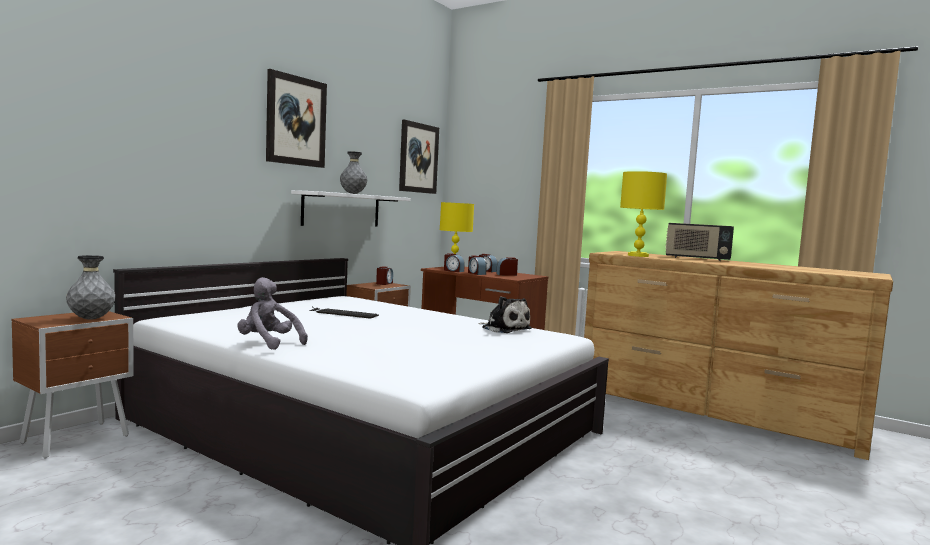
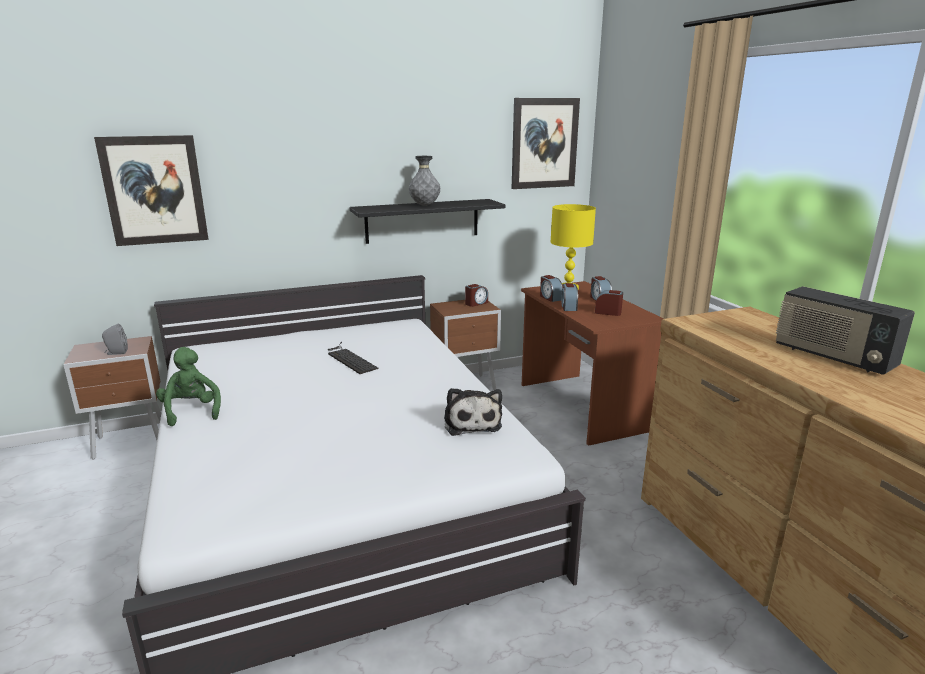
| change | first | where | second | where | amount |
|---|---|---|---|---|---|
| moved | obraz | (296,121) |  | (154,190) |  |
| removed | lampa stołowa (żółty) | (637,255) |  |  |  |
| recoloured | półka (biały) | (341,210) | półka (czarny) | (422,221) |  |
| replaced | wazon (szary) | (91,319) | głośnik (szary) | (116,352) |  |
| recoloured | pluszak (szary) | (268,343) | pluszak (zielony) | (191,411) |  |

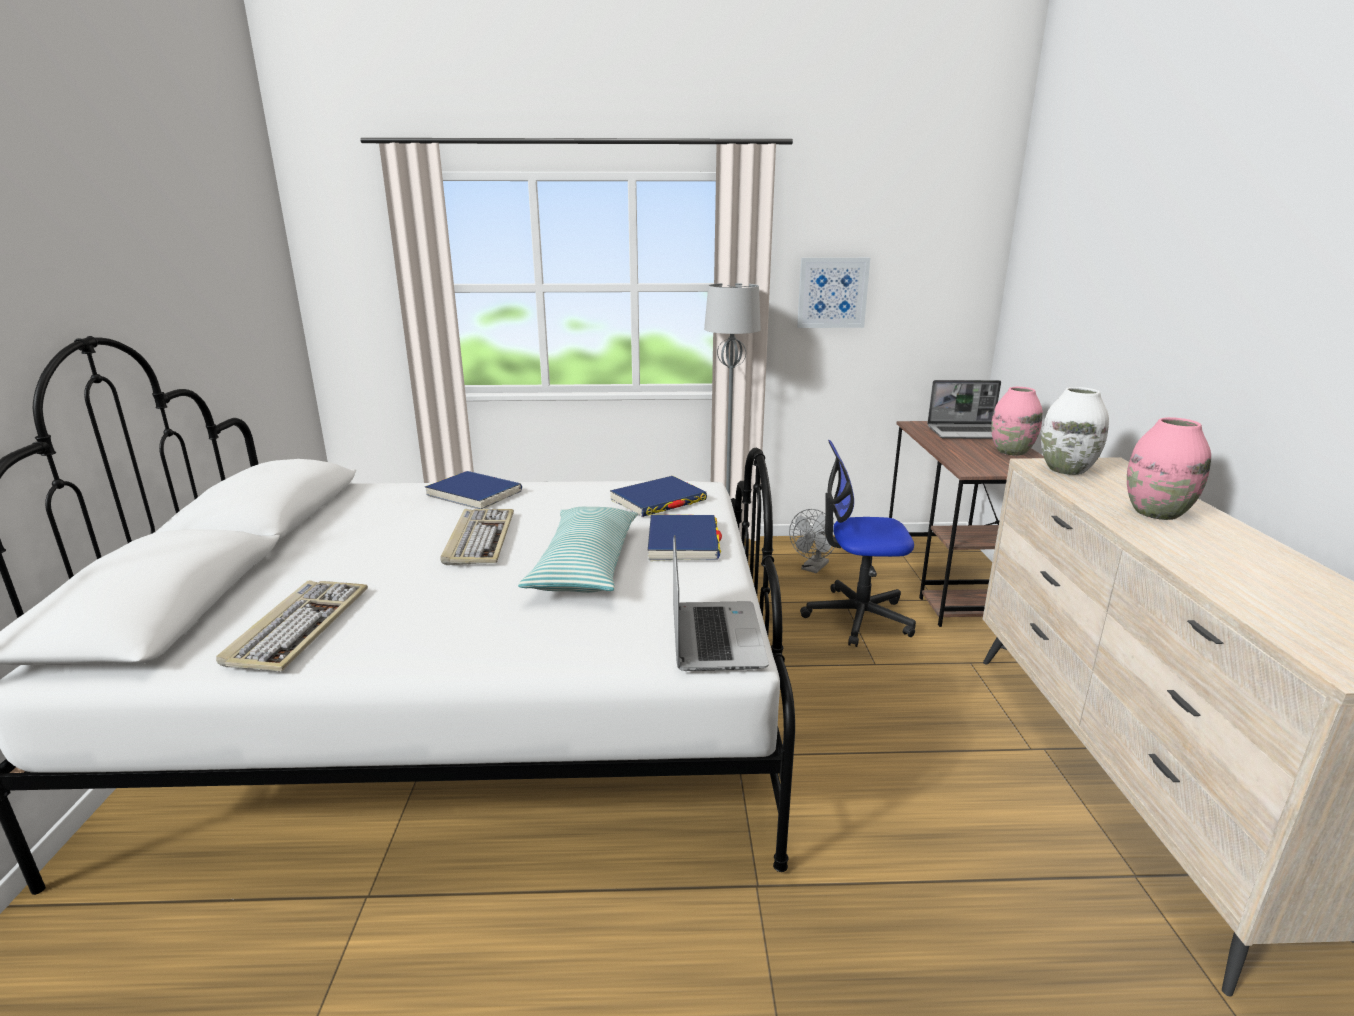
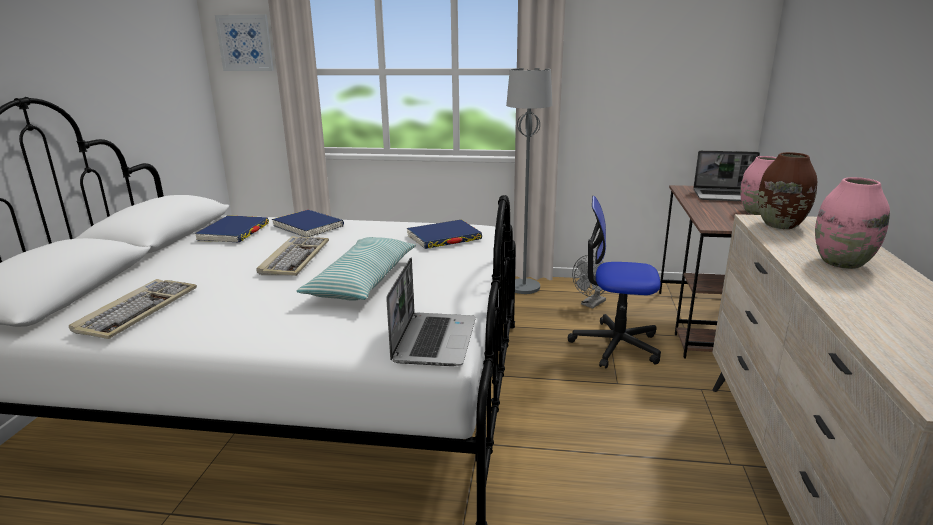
| change | first | where | second | where | amount |
|---|---|---|---|---|---|
| moved | obraz | (832,292) |  | (245,43) |  |
| recoloured | wazon (biały) | (1065,469) | wazon (brązowy) | (779,224) |  |
| moved | książka (niebieski) | (683,542) |  | (234,232) |  |

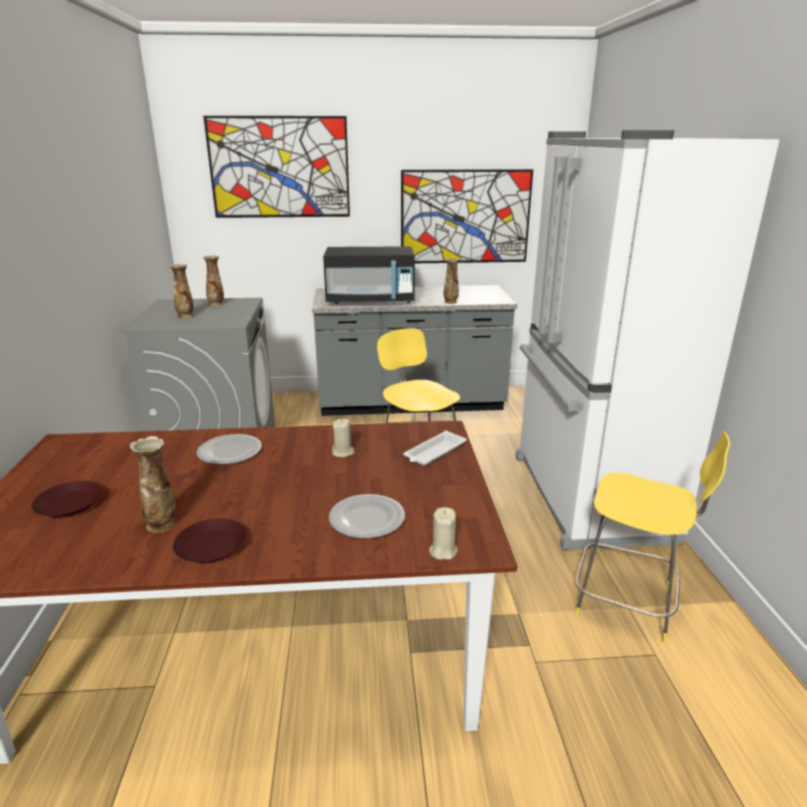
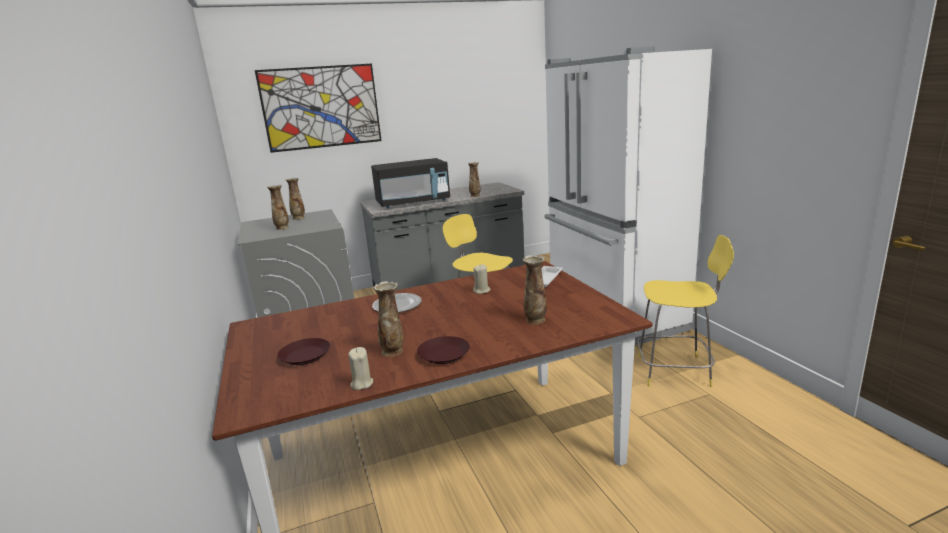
| change | first | where | second | where | amount |
|---|---|---|---|---|---|
| removed | obraz | (465,217) |  |  |  |
| replaced | talerz | (366,519) | wazon | (535,320) |  |
| moved | świeca (beżowy) | (443,551) |  | (361,384) |  |

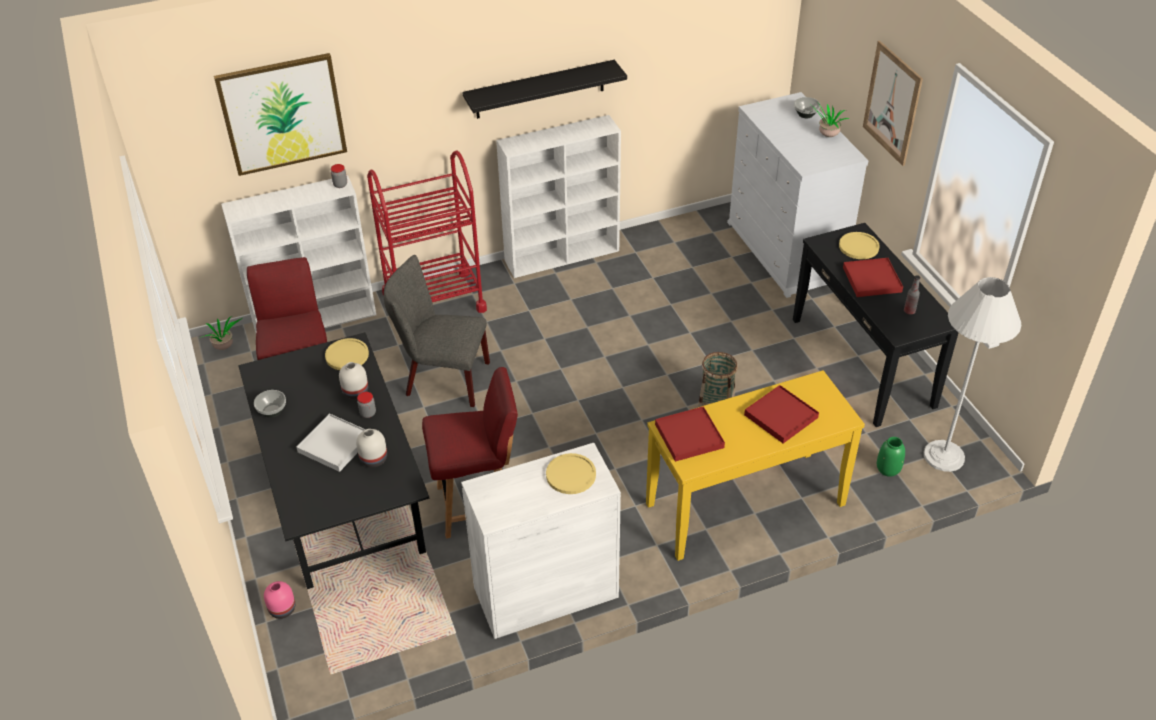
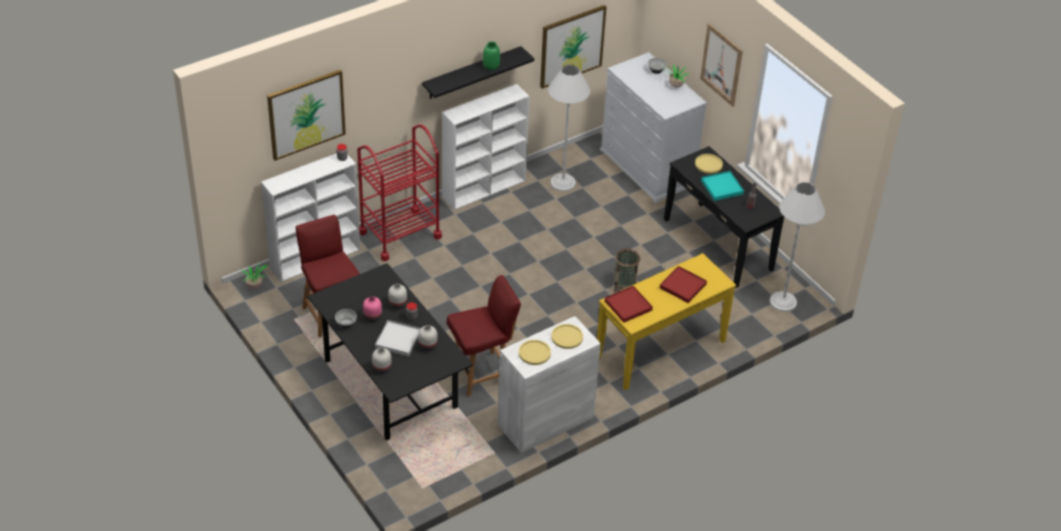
| change | first | where | second | where | amount |
|---|---|---|---|---|---|
| removed | krzesło (szary) | (441,379) |  |  |  |
| recoloured | taca (czerwony) | (872,279) | taca (turkusowy) | (722,187) |  |
| moved | talerz (żółty) | (347,355) |  | (534,353) |  |
| moved | wazon (zielony) | (888,469) |  | (491,66) |  |
| moved | wazon (różowy) | (283,610) |  | (373,317) |  |
| added |  |  | obraz | (572,46) |  |
| added |  |  | lampa stojąca (biały) | (563,183) |  |
| added |  |  | wazon (biały) | (382,368) |  |

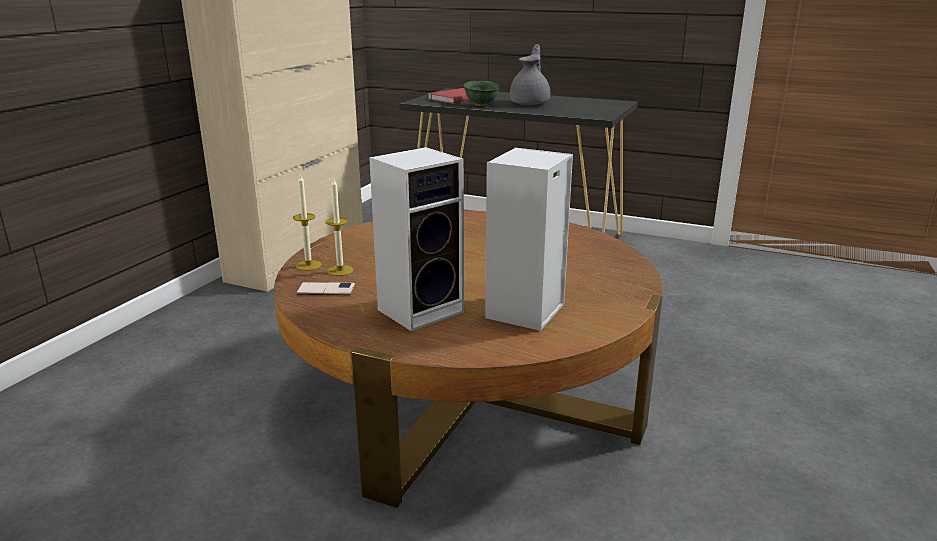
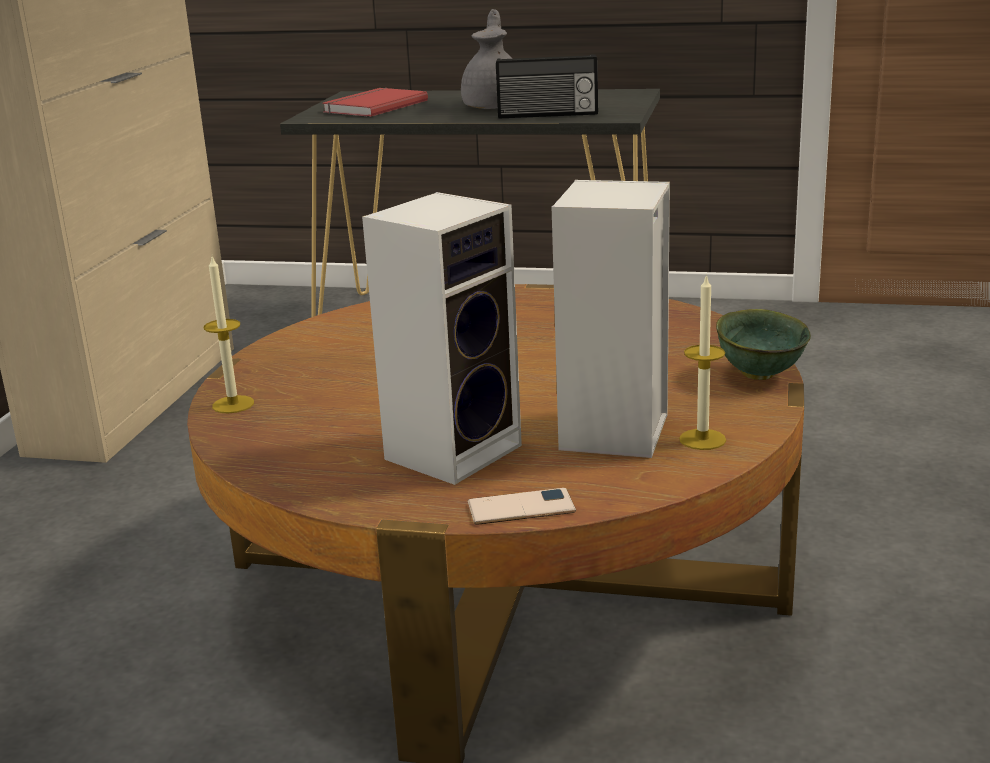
| change | first | where | second | where | amount |
|---|---|---|---|---|---|
| moved | miska (zielony) | (482,105) |  | (761,374) |  |
| moved | świeca | (340,270) |  | (702,439) |  |
| moved | telefon | (326,289) |  | (521,507) |  |
| added |  |  | radio | (548,115) |  |

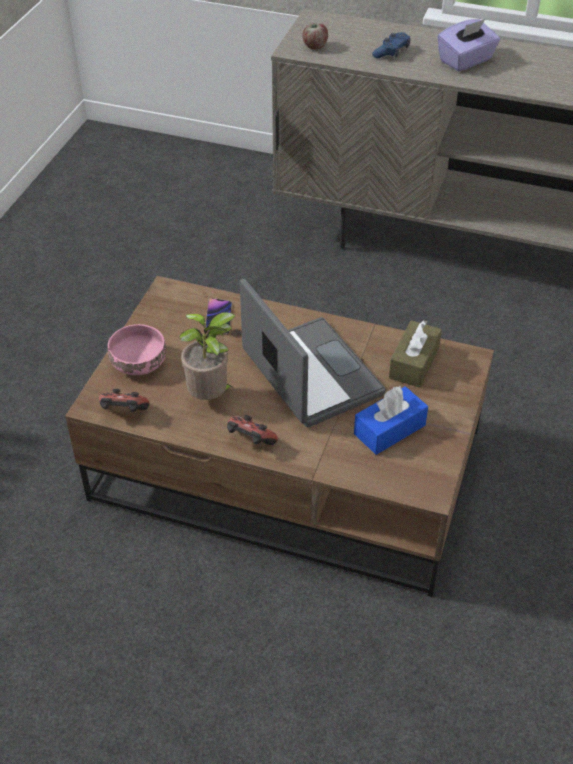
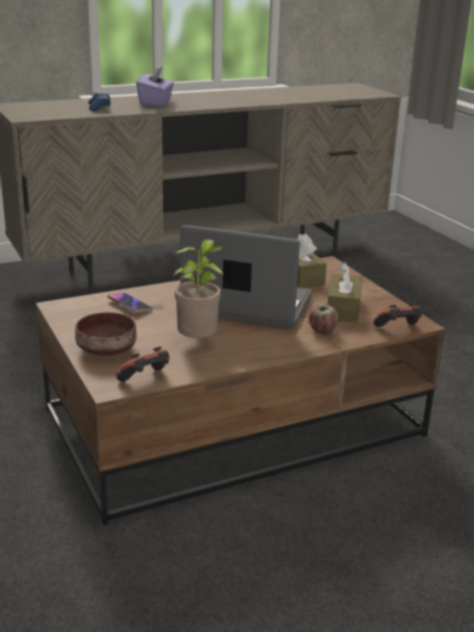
| change | first | where | second | where | amount |
|---|---|---|---|---|---|
| moved | jabłko | (314,46) |  | (322,331) |  |
| recoloured | miska (różowy) | (140,362) | miska (brązowy) | (108,349) |  |
| recoloured | pudełko chusteczek (niebieski) | (389,429) | pudełko chusteczek (brązowy) | (343,308) |  |
| moved | pad do gier | (250,441) |  | (398,329) |  |

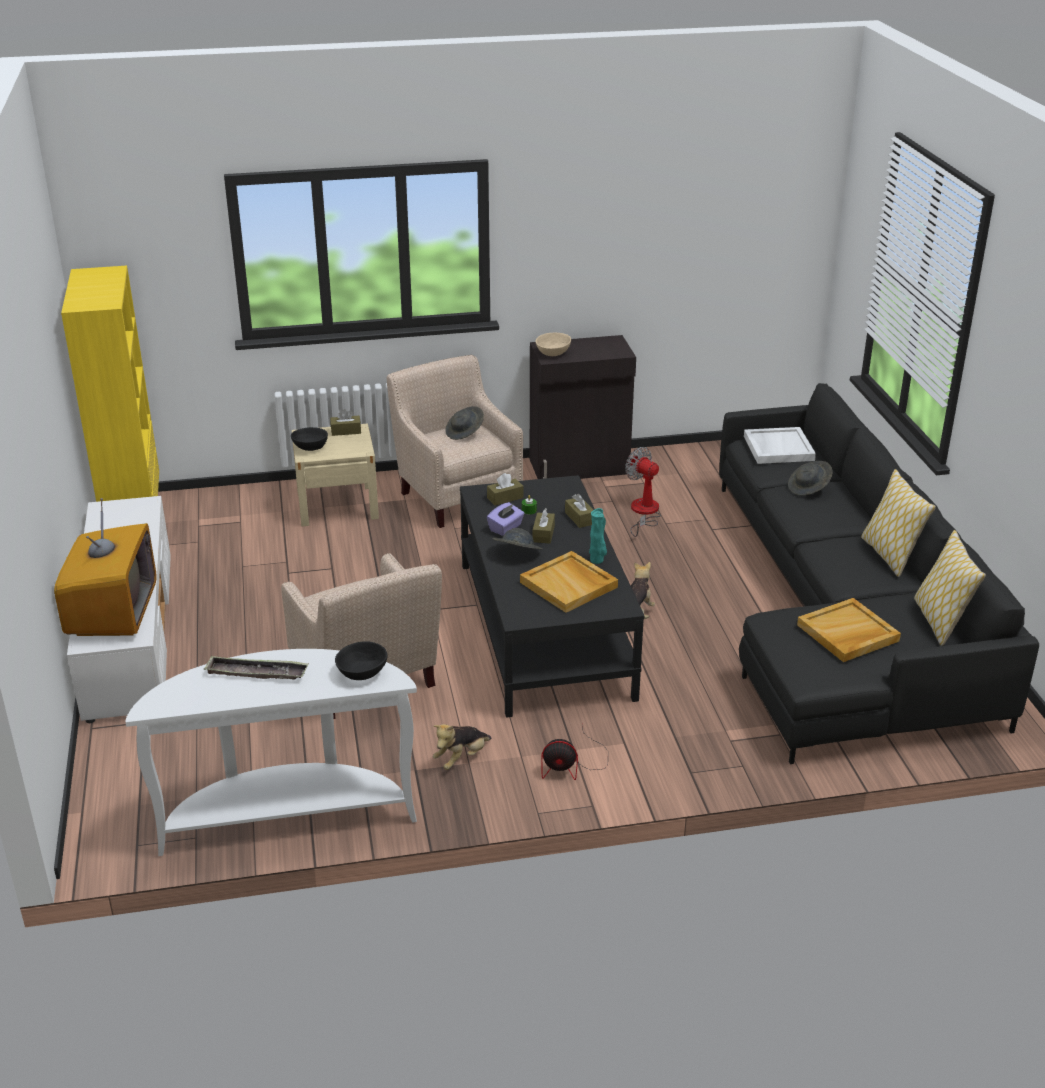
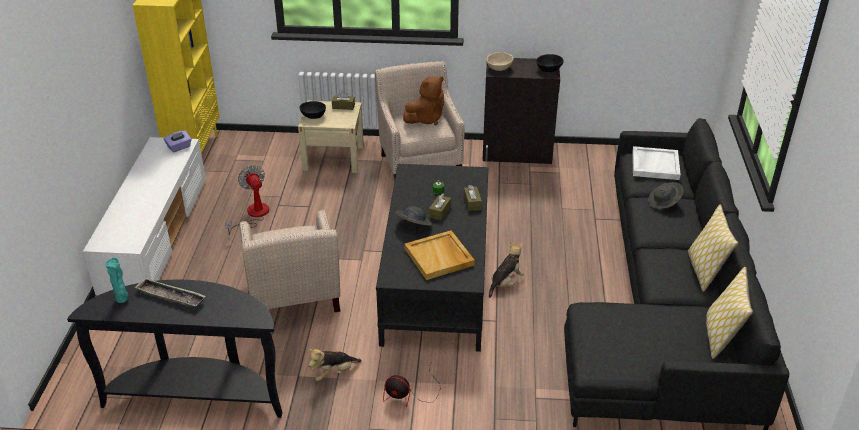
| change | first | where | second | where | amount |
|---|---|---|---|---|---|
| replaced | kapelusz (szary) | (465,432) | pluszak (brązowy) | (426,119) |  |
| moved | wentylator | (643,513) |  | (253,215) |  |
| removed | pudełko chusteczek (brązowy) | (505,498) |  |  |  |
| removed | telewizor | (113,613) |  |  |  |
| moved | pudełko chusteczek (fioletowy) | (506,528) |  | (179,147) |  |
| moved | wazon (turkusowy) | (597,560) |  | (122,299) |  |
| removed | taca (beżowy) | (847,633) |  |  |  |
| moved | miska (czarny) | (363,673) |  | (549,69) |  |
| recoloured | stolik konsolowy (biały) | (287,815) | stolik konsolowy (czarny) | (197,394) |  |

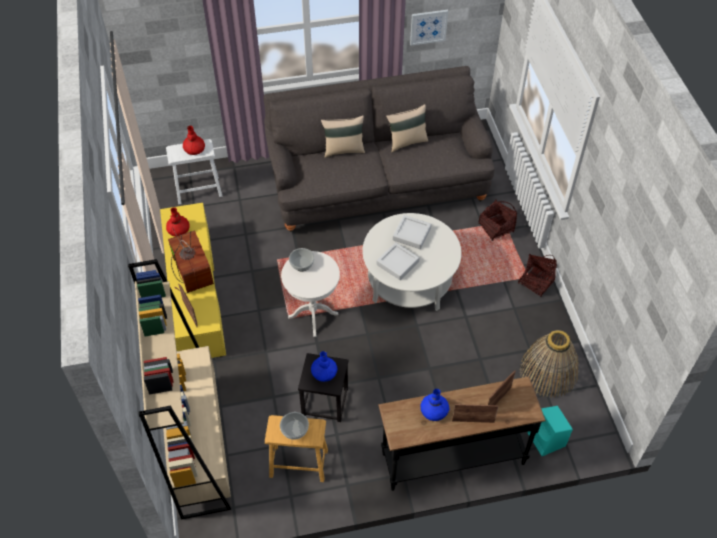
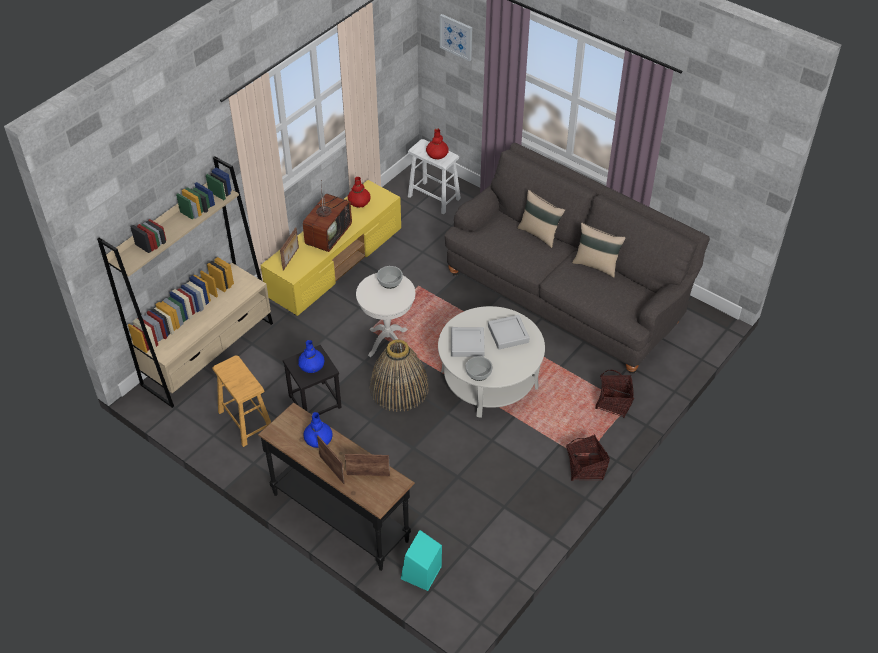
| change | first | where | second | where | amount |
|---|---|---|---|---|---|
| moved | obraz | (428,26) |  | (456,37) |  |
| moved | koszyk | (548,372) |  | (399,388) |  |
| moved | miska | (294,429) |  | (478,372) |  |

